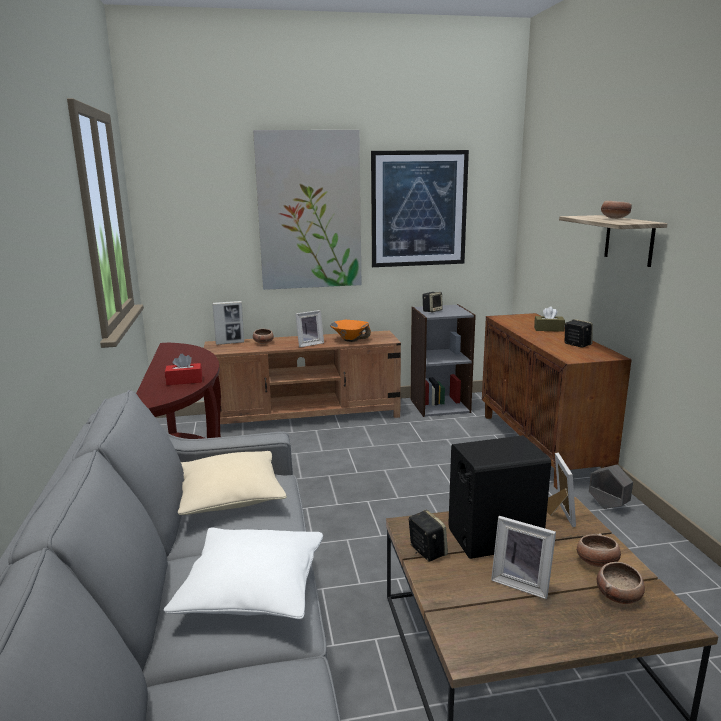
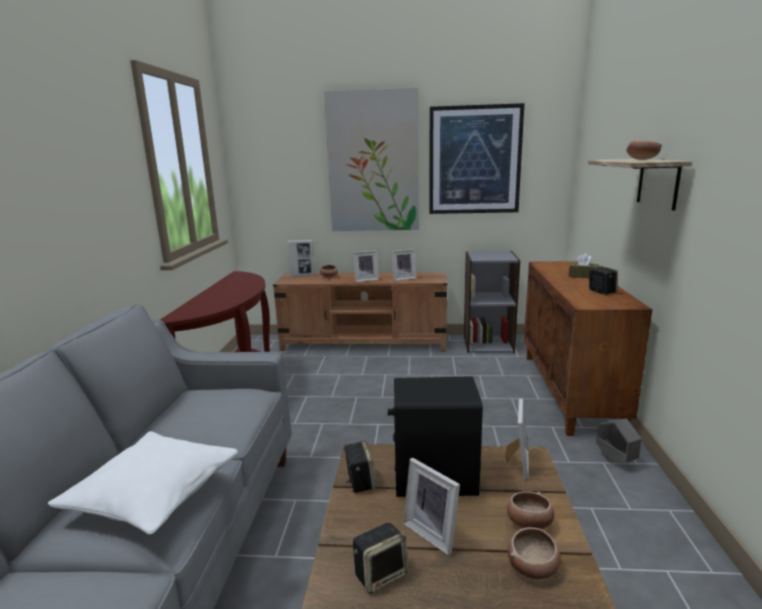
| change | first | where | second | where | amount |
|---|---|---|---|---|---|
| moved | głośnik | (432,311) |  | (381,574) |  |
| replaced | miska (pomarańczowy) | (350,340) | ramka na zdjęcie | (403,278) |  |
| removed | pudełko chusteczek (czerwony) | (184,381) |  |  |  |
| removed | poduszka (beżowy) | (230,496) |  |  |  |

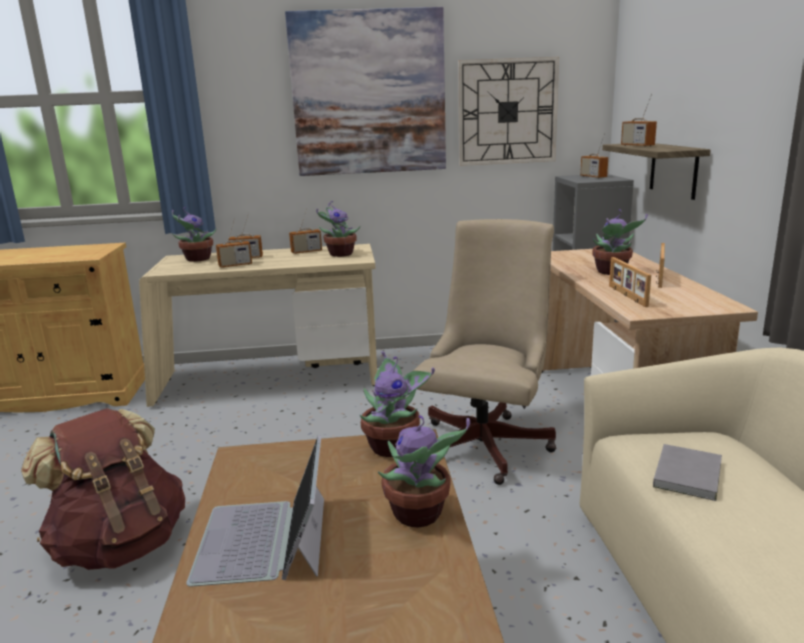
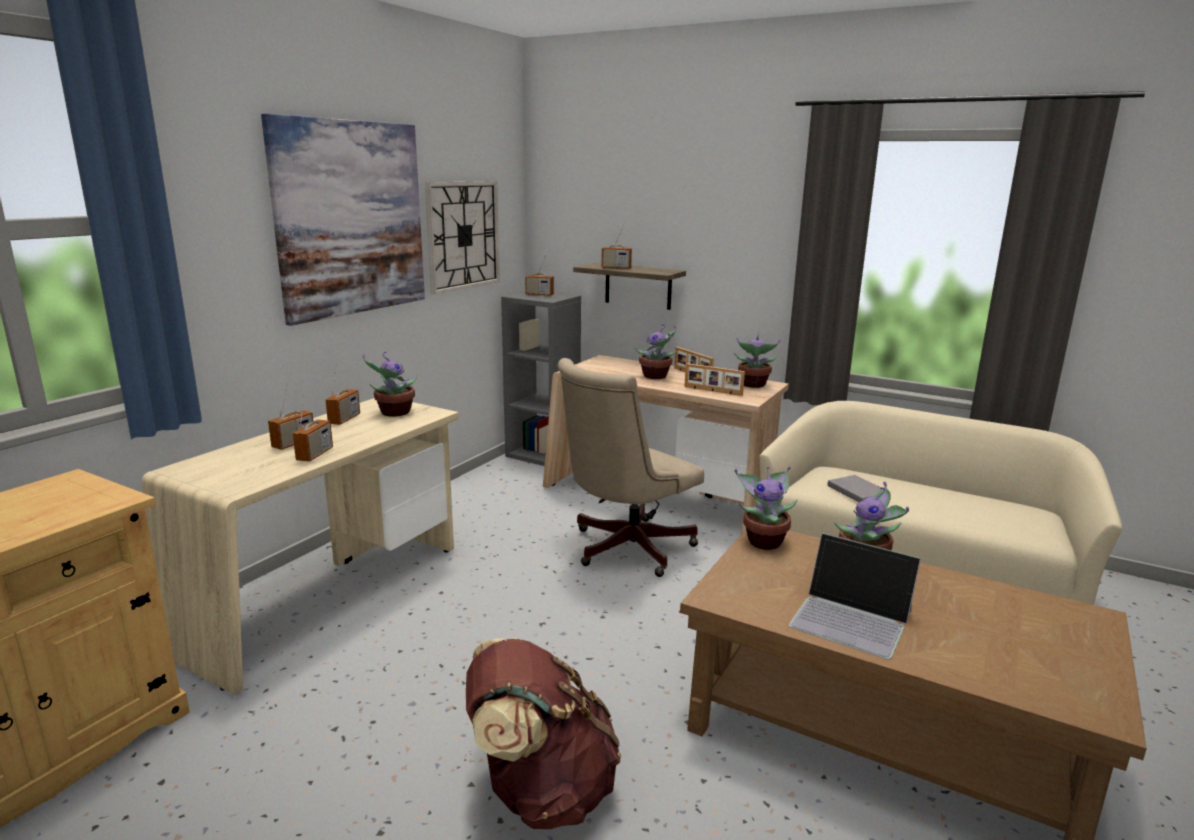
| change | first | where | second | where | amount |
|---|---|---|---|---|---|
| moved | roślina doniczkowa | (196,259) |  | (753,385) |  |
| turned | krzesło biurowe (beżowy) | (487,442) |  | (625,549) | 105 degrees counterclockwise |

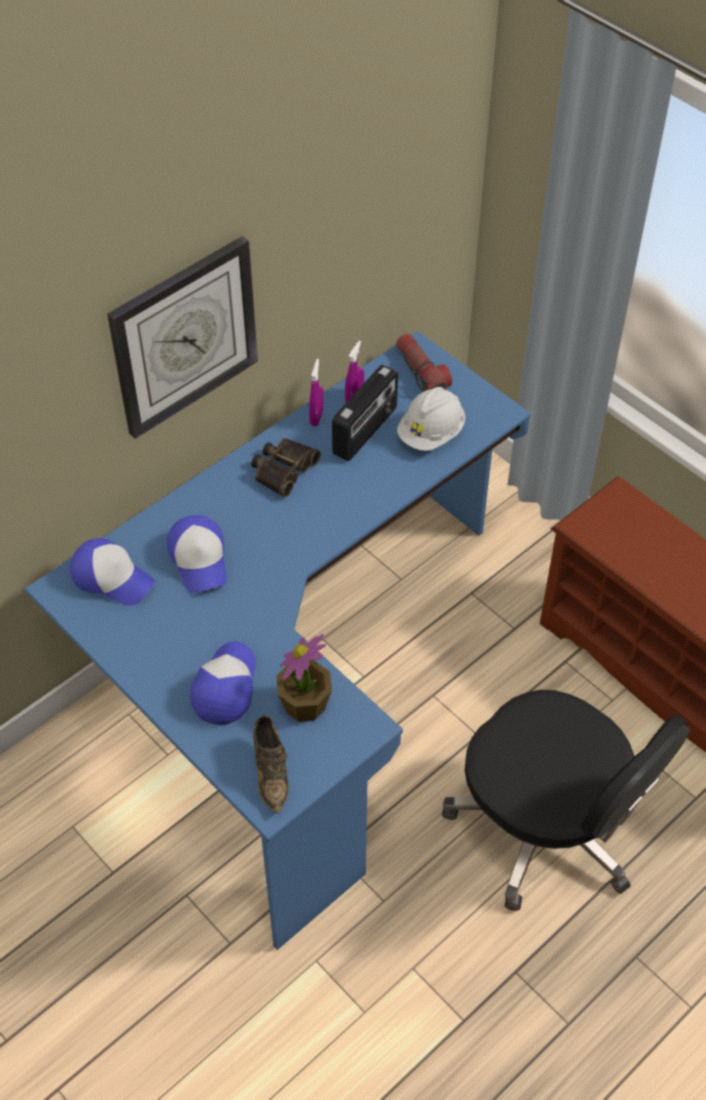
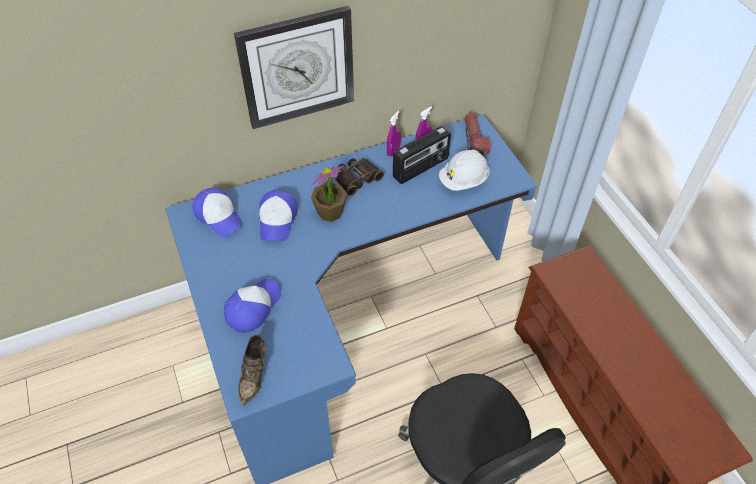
| change | first | where | second | where | amount |
|---|---|---|---|---|---|
| moved | roślina doniczkowa | (305,705) |  | (330,212) |  |

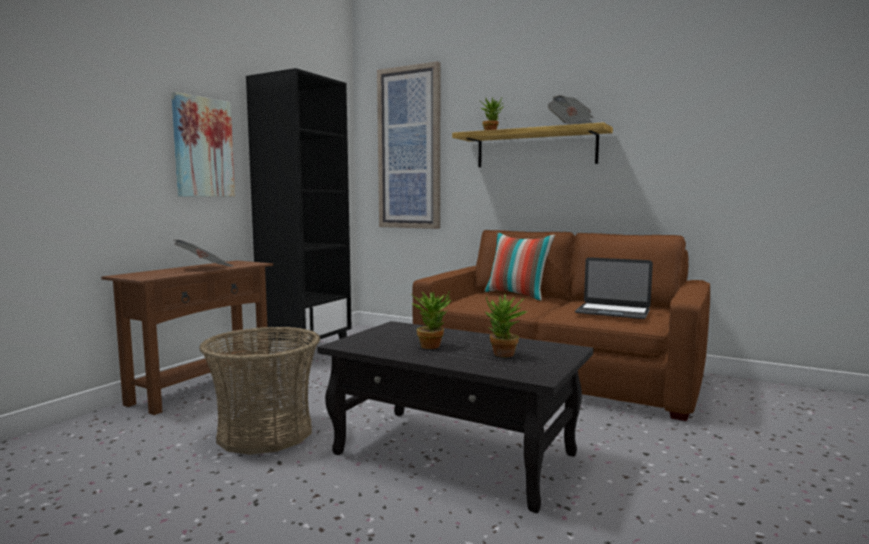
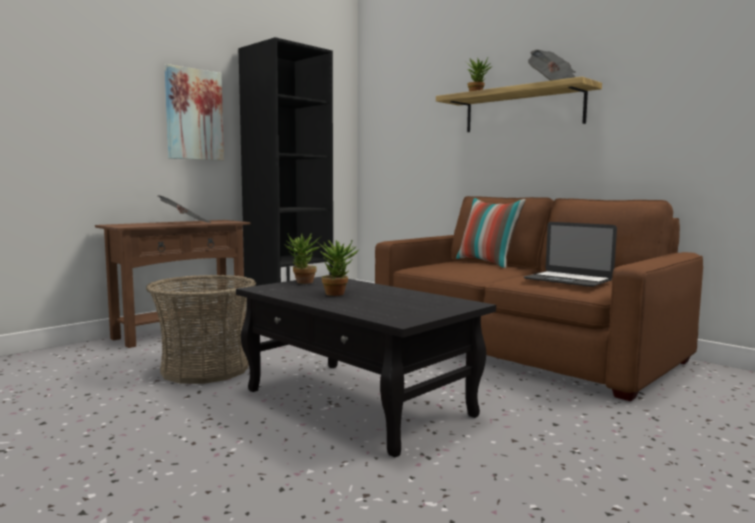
| change | first | where | second | where | amount |
|---|---|---|---|---|---|
| removed | obraz | (409,148) |  |  |  |
| moved | roślina doniczkowa | (503,355) |  | (302,282) |  |

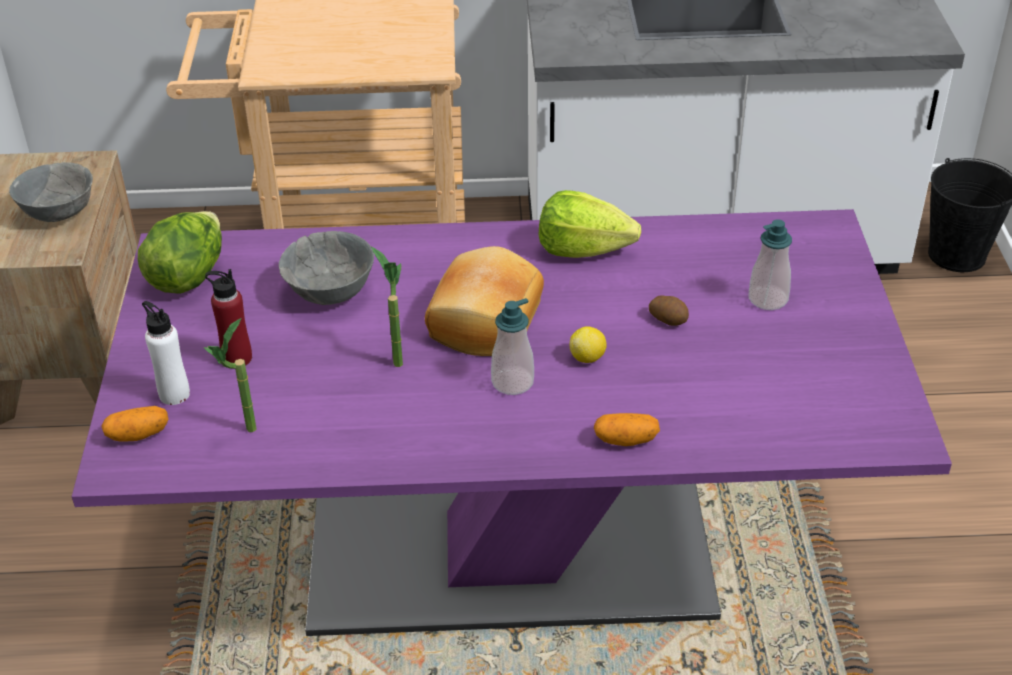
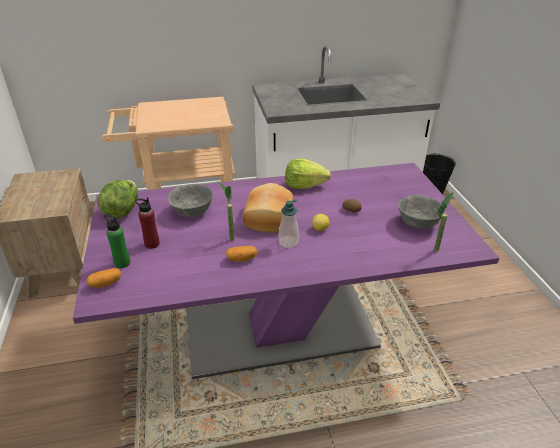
| change | first | where | second | where | amount |
|---|---|---|---|---|---|
| moved | miska (szary) | (59,212) |  | (418,223) |  |
| removed | dozownik mydła | (768,299) |  |  |  |
| recoloured | butelka (biały) | (174,394) | butelka (zielony) | (122,263) |  |
| moved | roślina doniczkowa | (242,433) |  | (434,252) |  |
| moved | ziemniak | (626,440) |  | (241,259) |  |

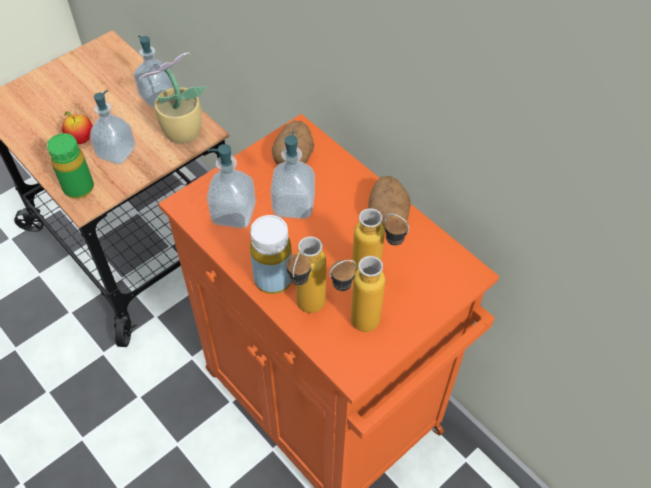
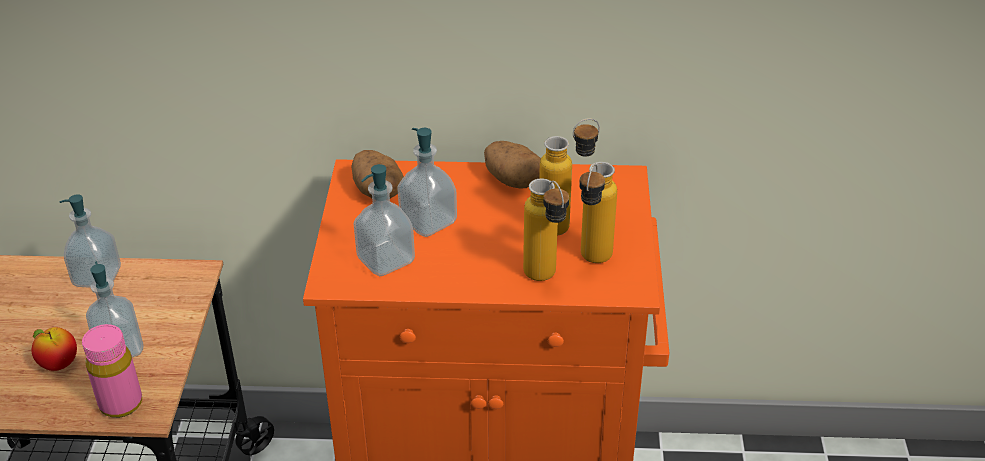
| change | first | where | second | where | amount |
|---|---|---|---|---|---|
| removed | roślina doniczkowa | (180,133) |  |  |  |
| recoloured | butelka (zielony) | (79,188) | butelka (różowy) | (121,403) |  |
| removed | butelka (żółty) | (273,279) |  |  |  |

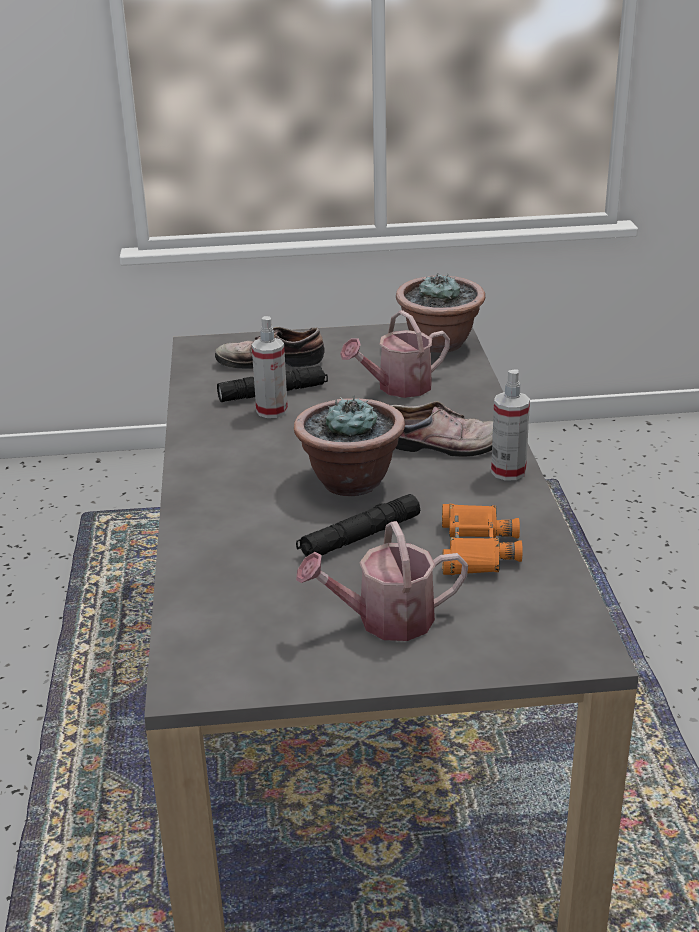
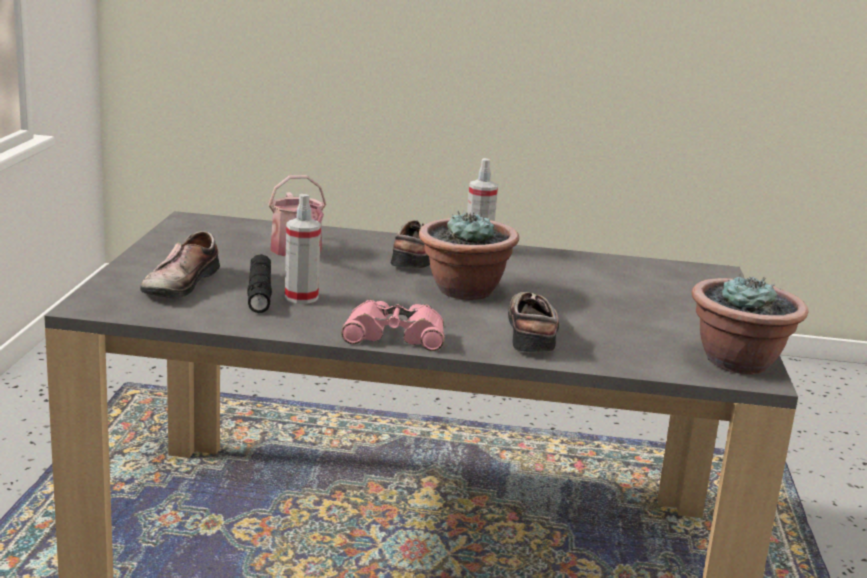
| change | first | where | second | where | amount |
|---|---|---|---|---|---|
| moved | roślina doniczkowa | (440,344) |  | (738,362) |  |
| removed | latarka (czarny) | (359,537) |  |  |  |
| removed | lornetka (pomarańczowy) | (476,549) |  |  |  |
| removed | konewka | (385,620) |  |  |  |
| added |  |  | but | (535,333) |  |
| added |  |  | lornetka (różowy) | (394,336) |  |

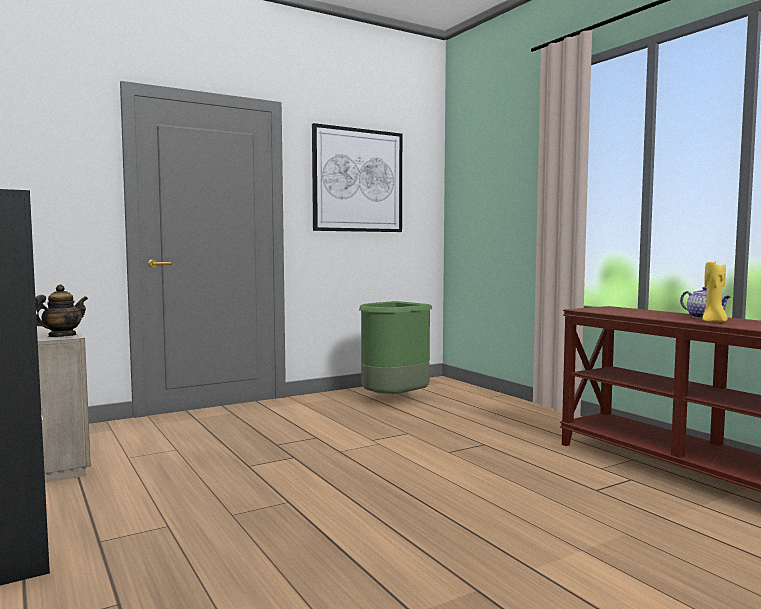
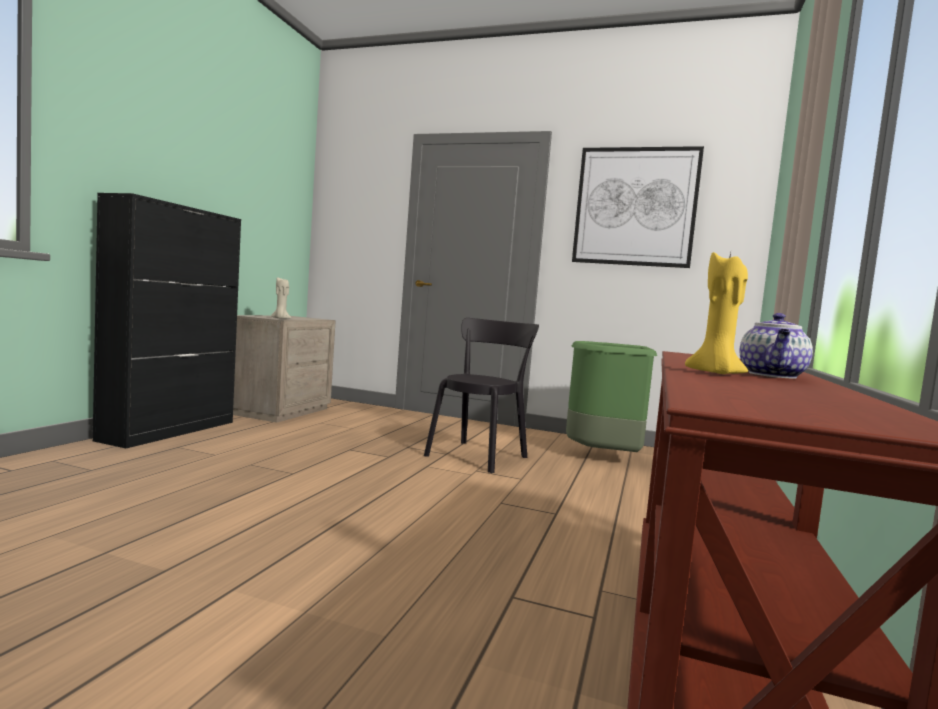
| change | first | where | second | where | amount |
|---|---|---|---|---|---|
| replaced | imbryk | (61,336) | świeca (beżowy) | (280,318) |  |
| added |  |  | krzesło (czarny) | (479,455) |  |

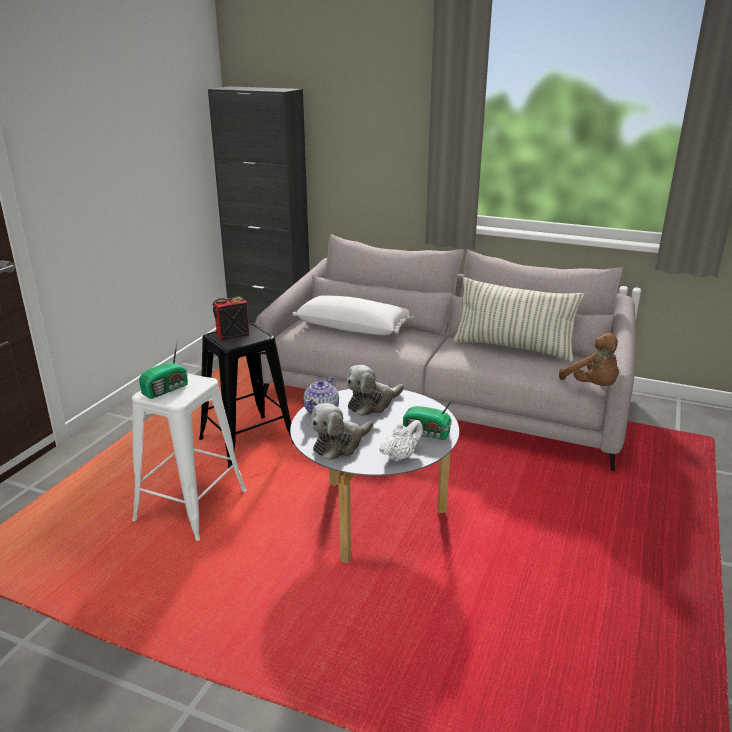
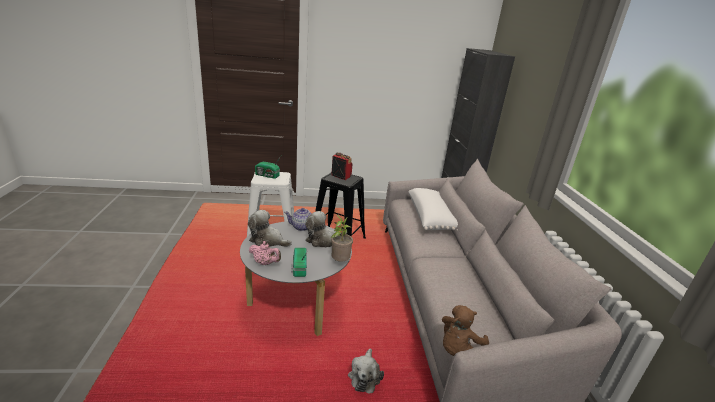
| change | first | where | second | where | amount |
|---|---|---|---|---|---|
| removed | poduszka | (513,348) |  |  |  |
| recoloured | imbryk (biały) | (400,456) | imbryk (różowy) | (265,263) |  |
| added |  |  | roślina doniczkowa | (339,262) |  |
| added |  |  | pluszak | (364,376) |  |

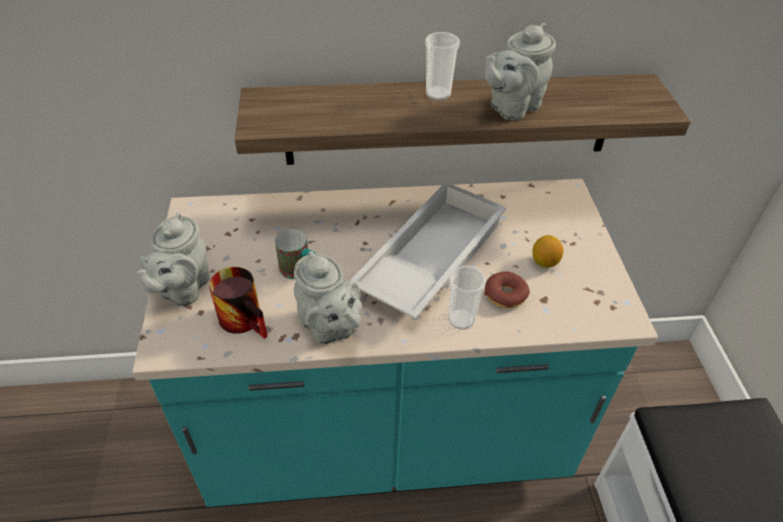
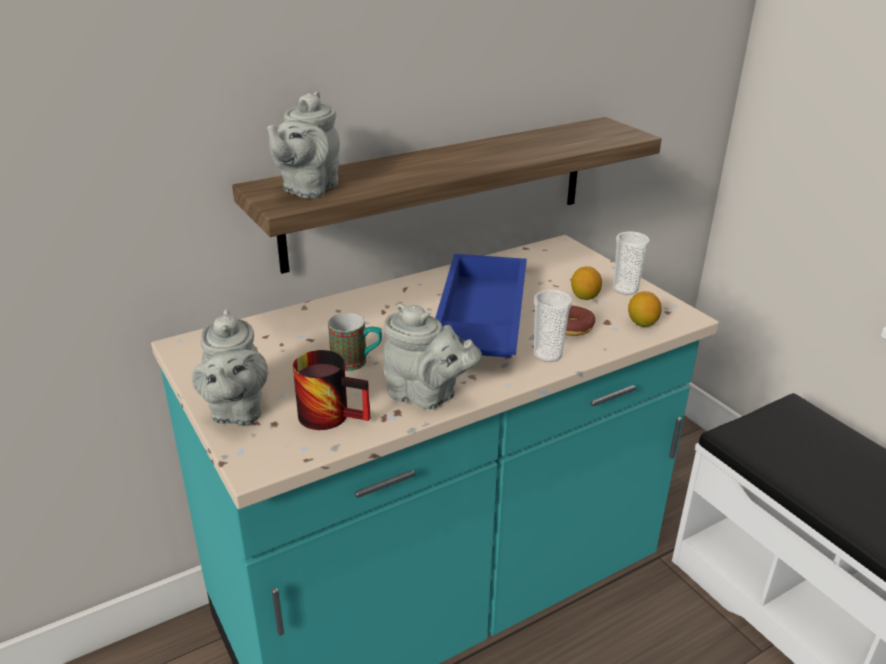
| change | first | where | second | where | amount |
|---|---|---|---|---|---|
| moved | imbryk (szary) | (511,107) |  | (308,189) |  |
| moved | filiżanka | (438,94) |  | (625,289) |  |
| recoloured | taca (biały) | (429,257) | taca (niebieski) | (478,319) |  |
| added |  |  | cytryna | (642,323) |  |

